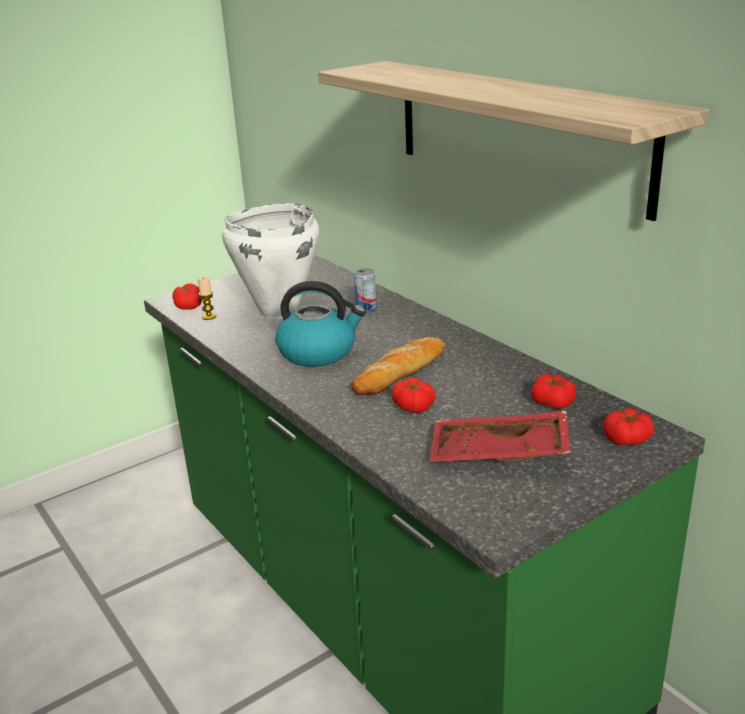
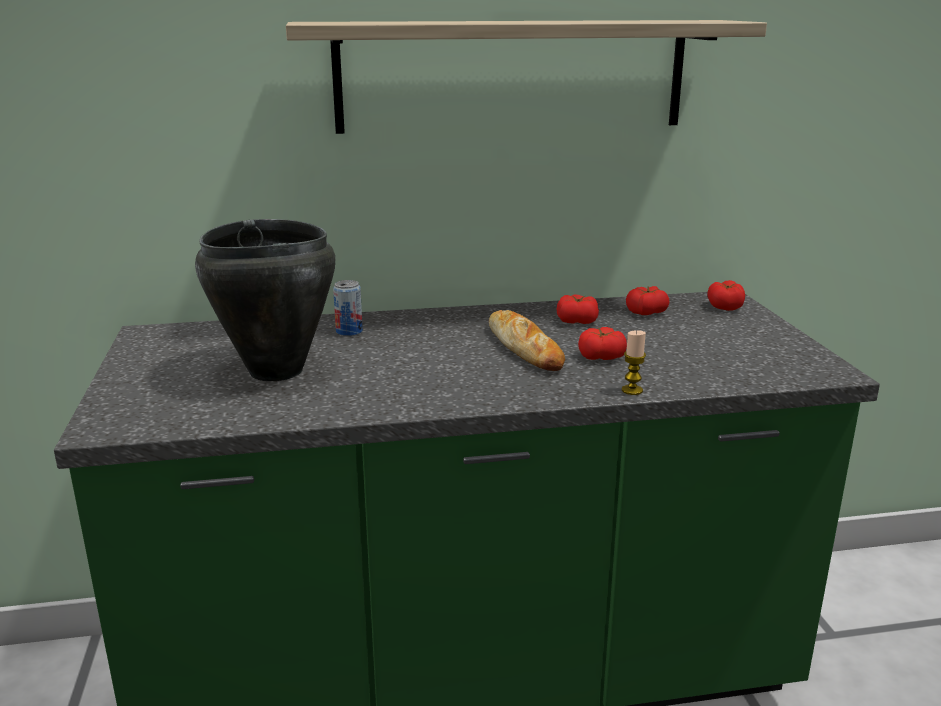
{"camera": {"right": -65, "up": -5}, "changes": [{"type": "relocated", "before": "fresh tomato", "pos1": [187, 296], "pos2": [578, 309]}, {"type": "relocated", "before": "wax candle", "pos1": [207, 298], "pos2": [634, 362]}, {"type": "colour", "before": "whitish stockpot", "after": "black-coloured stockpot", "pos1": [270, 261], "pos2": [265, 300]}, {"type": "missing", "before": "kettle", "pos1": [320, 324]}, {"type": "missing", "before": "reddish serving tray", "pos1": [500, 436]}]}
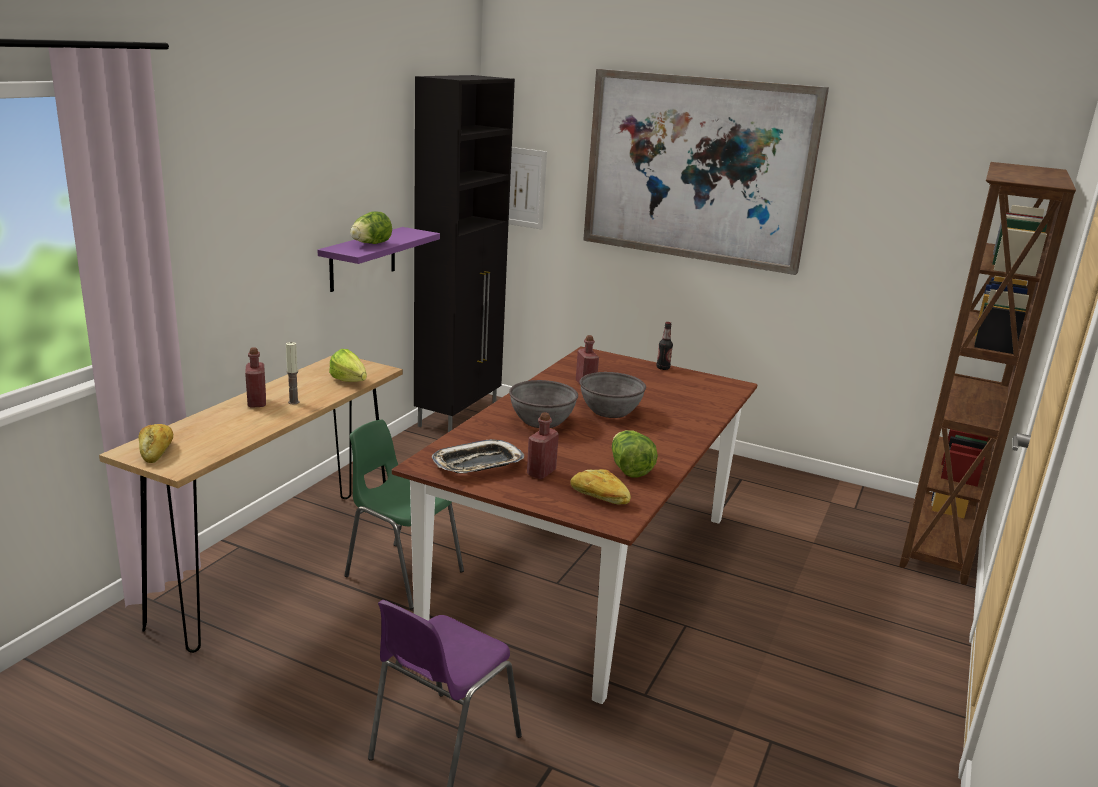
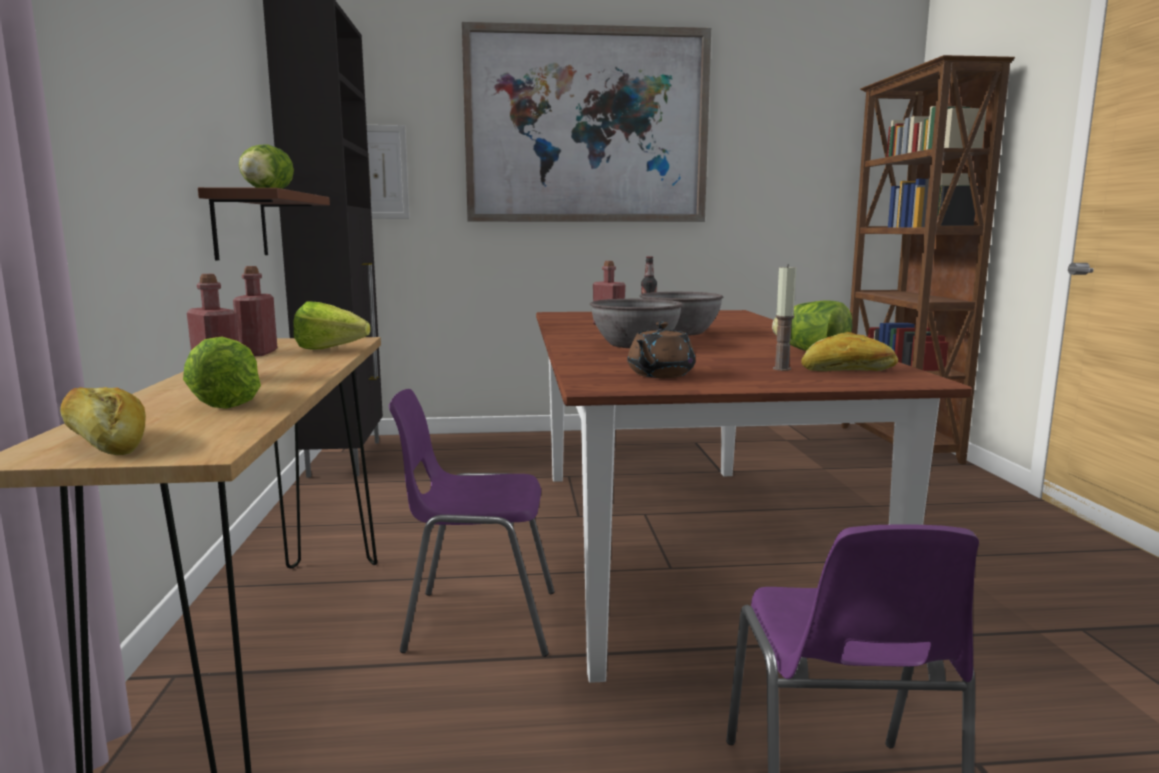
{"camera": {"right": -30, "up": -10}, "changes": [{"type": "relocated", "before": "wax candle", "pos1": [292, 373], "pos2": [784, 317]}, {"type": "colour", "before": "purple-coloured shelf", "after": "brown shelf", "pos1": [379, 259], "pos2": [264, 224]}, {"type": "colour", "before": "green-coloured chair", "after": "purple-coloured chair", "pos1": [404, 514], "pos2": [472, 523]}, {"type": "exchanged", "before": "serving tray", "after": "brown teapot", "pos1": [478, 456], "pos2": [661, 350]}, {"type": "relocated", "before": "reddish drink bottle", "pos1": [543, 445], "pos2": [255, 311]}, {"type": "appeared", "after": "lettuce head", "pos2": [222, 373]}]}
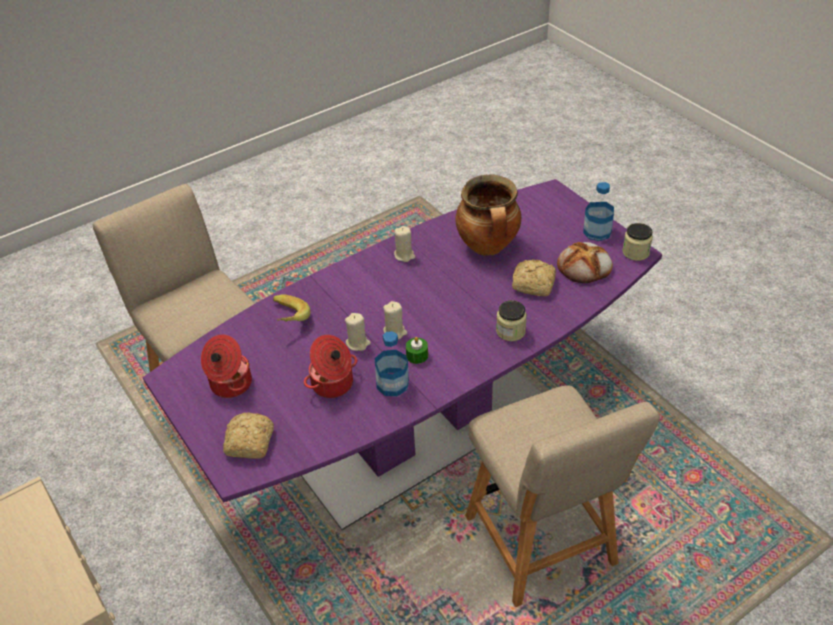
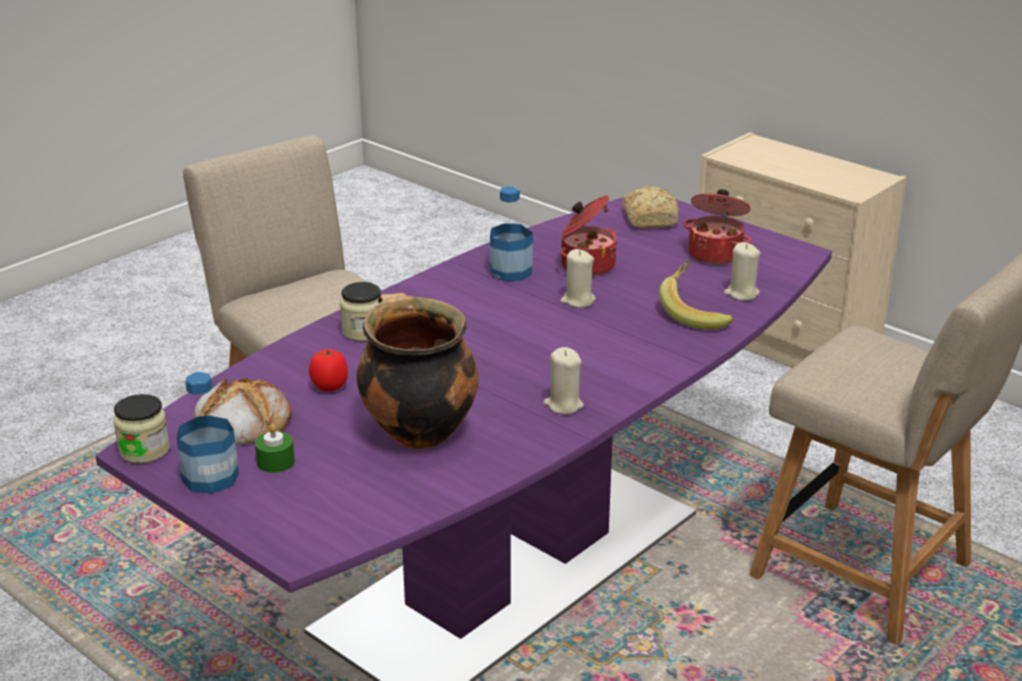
{"camera": {"right": 165, "up": -15}, "changes": [{"type": "relocated", "before": "beige wax candle", "pos1": [395, 320], "pos2": [742, 271]}, {"type": "relocated", "before": "green-coloured wax candle", "pos1": [417, 350], "pos2": [275, 448]}, {"type": "exchanged", "before": "bread", "after": "fresh tomato", "pos1": [534, 278], "pos2": [328, 370]}]}
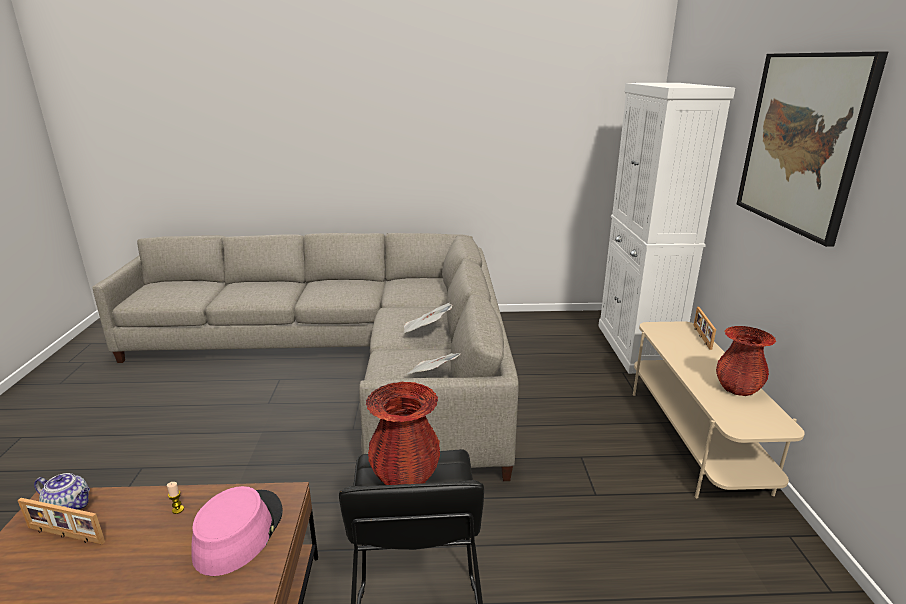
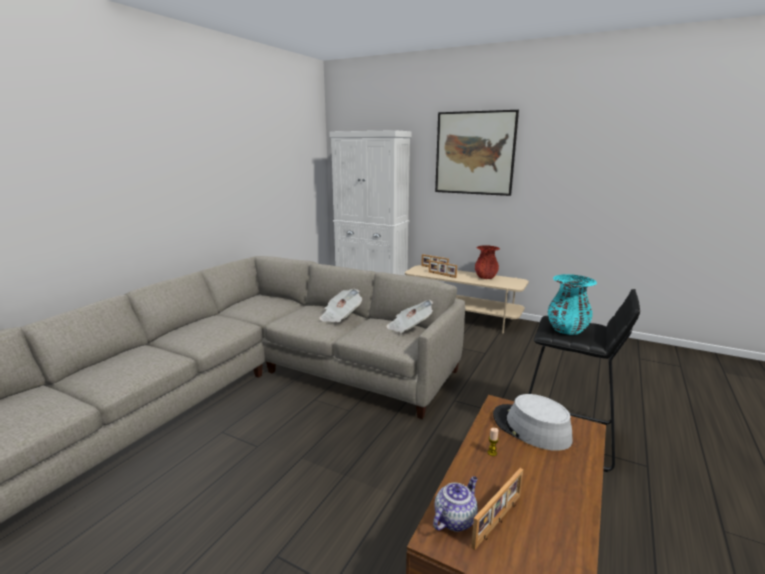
{"camera": {"right": -60, "up": -5}, "changes": [{"type": "colour", "before": "pink-coloured hat", "after": "grey hat", "pos1": [237, 531], "pos2": [533, 422]}, {"type": "colour", "before": "reddish decorative vase", "after": "turquoise-coloured decorative vase", "pos1": [403, 433], "pos2": [572, 304]}, {"type": "appeared", "after": "standing frame", "pos2": [443, 269]}]}
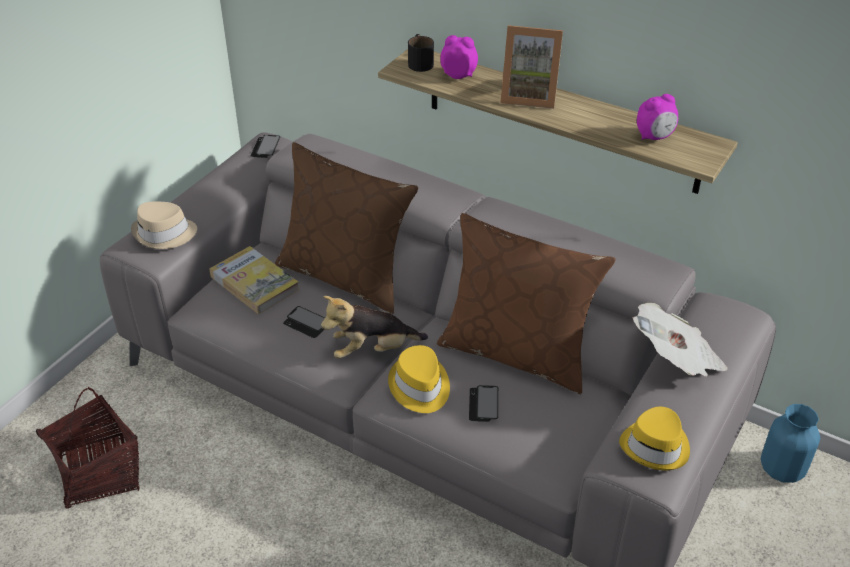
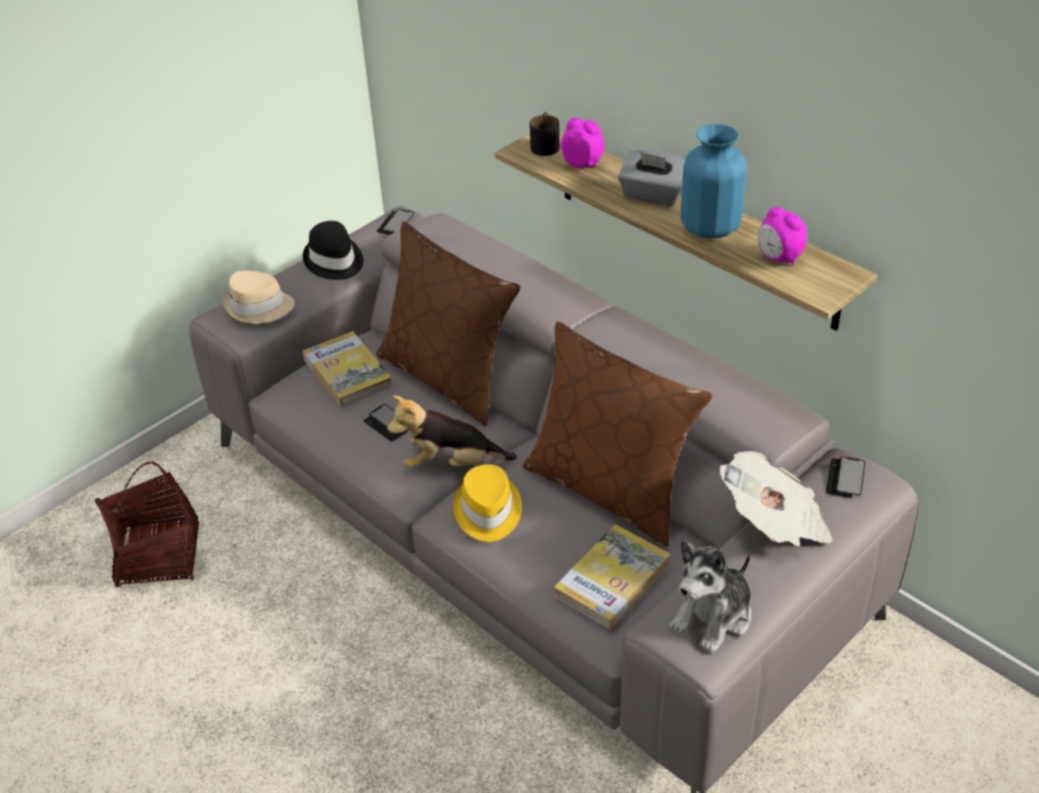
{"camera": {"right": 15, "up": 0}, "changes": [{"type": "relocated", "before": "handset", "pos1": [483, 403], "pos2": [846, 476]}, {"type": "exchanged", "before": "standing frame", "after": "grey box of tissues", "pos1": [531, 67], "pos2": [651, 178]}, {"type": "exchanged", "before": "yellow-coloured hat", "after": "cuddly toy", "pos1": [654, 438], "pos2": [710, 596]}, {"type": "spun", "before": "bedside clock", "pos1": [657, 117], "pos2": [782, 235], "turn": 60}, {"type": "relocated", "before": "bluish decorative vase", "pos1": [790, 443], "pos2": [714, 181]}, {"type": "appeared", "after": "black-coloured hat", "pos2": [333, 250]}, {"type": "appeared", "after": "bound book", "pos2": [611, 577]}]}
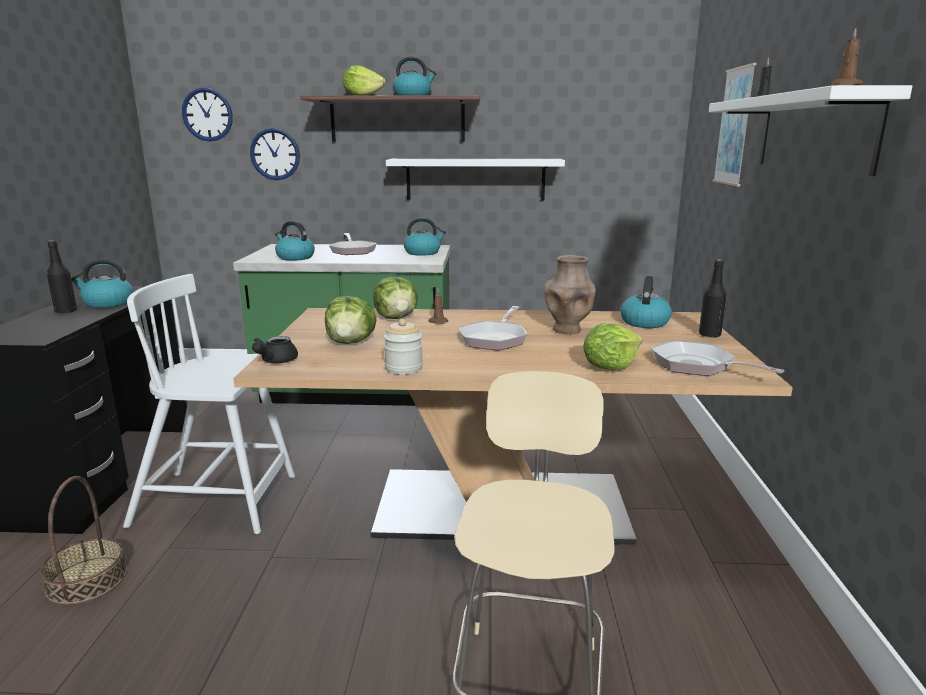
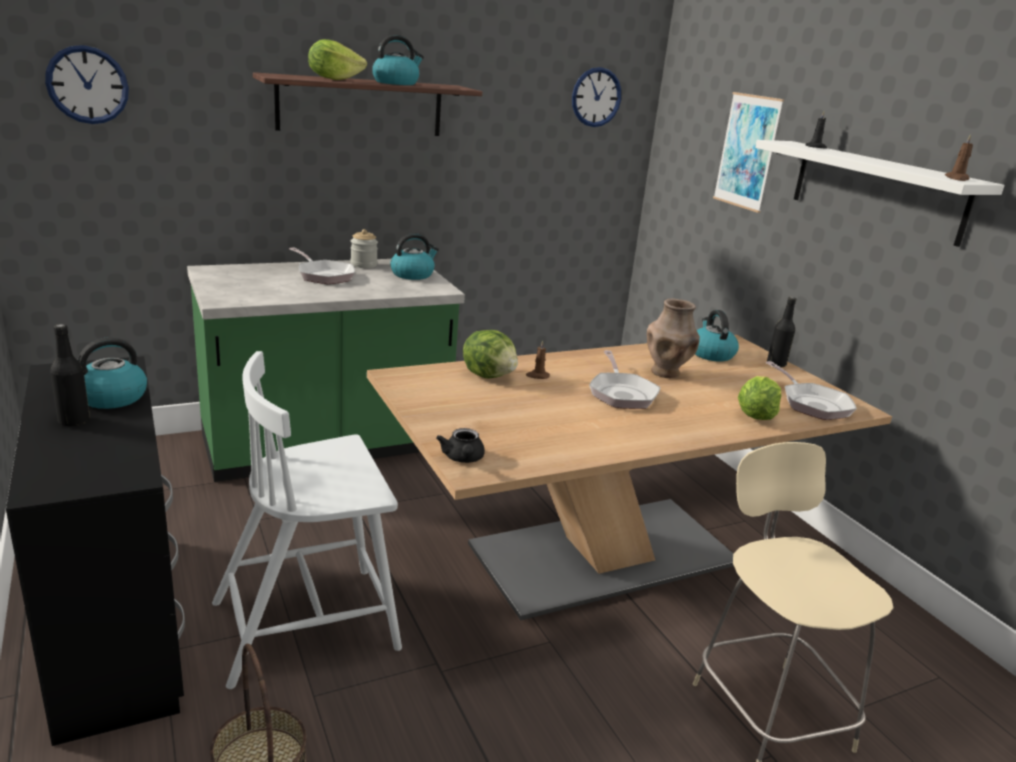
{"camera": {"right": -30, "up": 5}, "changes": [{"type": "relocated", "before": "wall clock", "pos1": [275, 154], "pos2": [596, 97]}, {"type": "missing", "before": "kettle", "pos1": [295, 241]}, {"type": "missing", "before": "lettuce head", "pos1": [351, 320]}, {"type": "relocated", "before": "storage jar", "pos1": [403, 347], "pos2": [364, 248]}, {"type": "missing", "before": "whitish shelf", "pos1": [475, 179]}, {"type": "spun", "before": "skillet", "pos1": [717, 358], "pos2": [811, 390], "turn": -135}]}
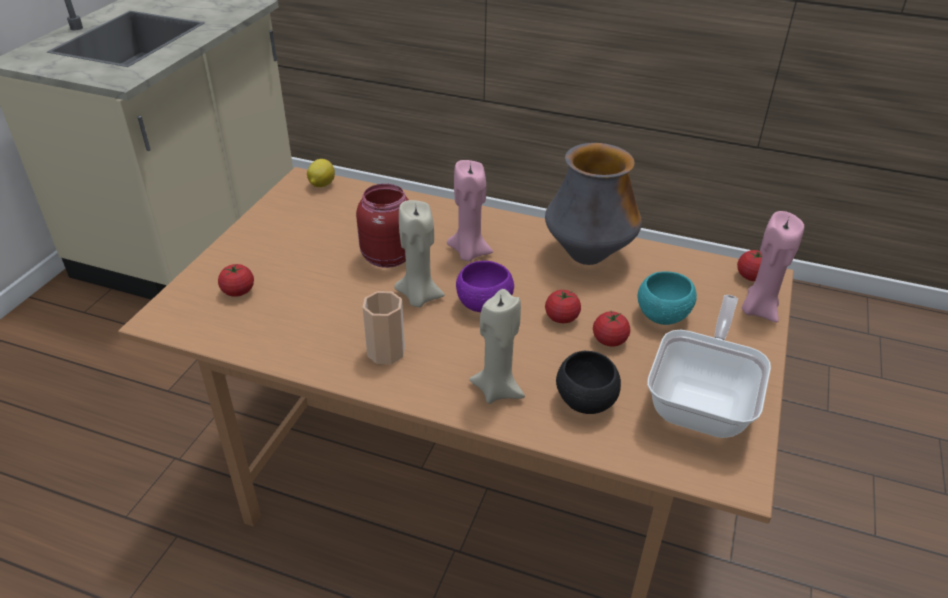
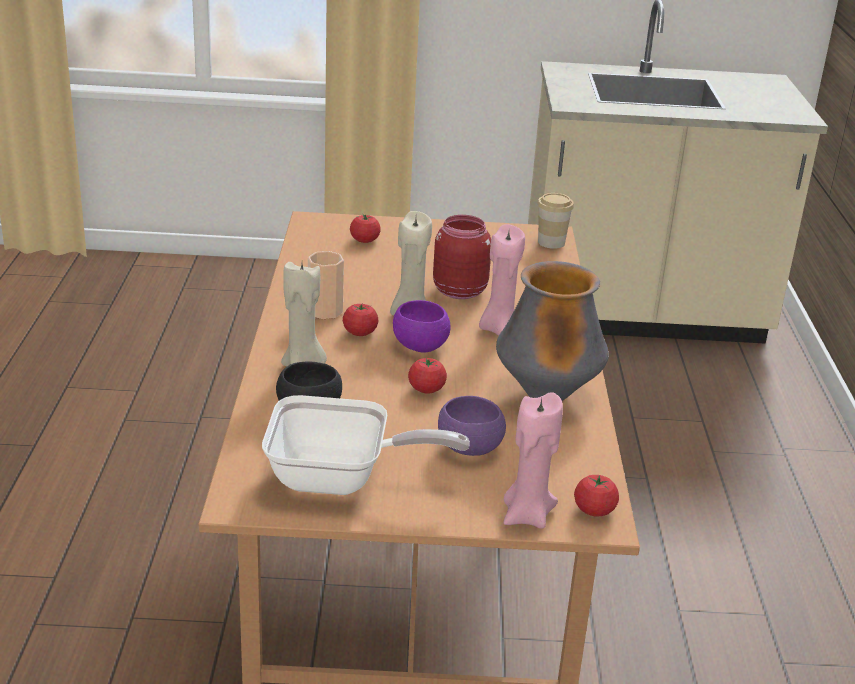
{"camera": {"right": 70, "up": -10}, "changes": [{"type": "exchanged", "before": "citrus fruit", "after": "small cup", "pos1": [321, 173], "pos2": [555, 221]}, {"type": "relocated", "before": "fresh tomato", "pos1": [611, 329], "pos2": [360, 319]}, {"type": "colour", "before": "turquoise-coloured deep dish", "after": "purple-coloured deep dish", "pos1": [667, 298], "pos2": [472, 426]}]}
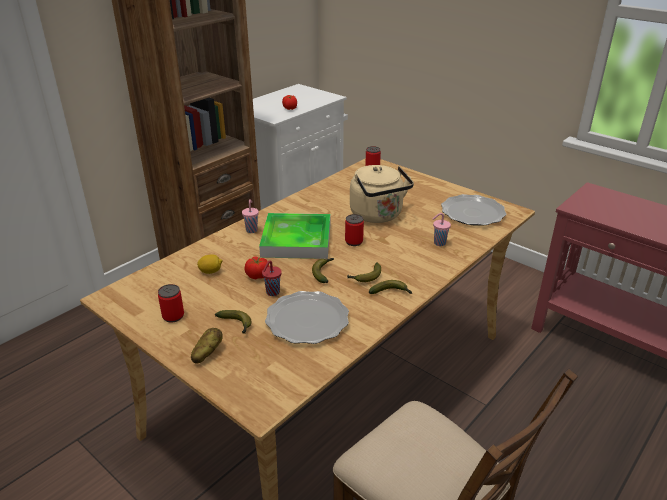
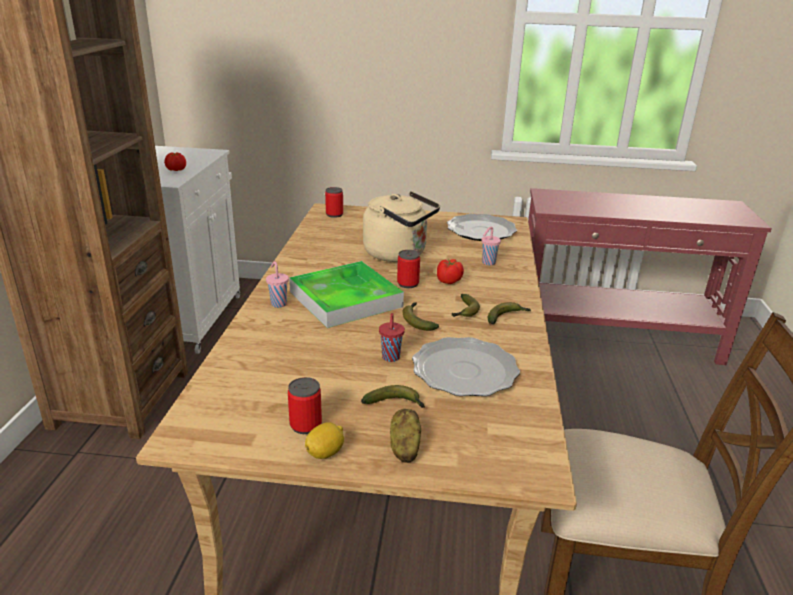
{"camera": {"right": -35, "up": -5}, "changes": [{"type": "relocated", "before": "citrus fruit", "pos1": [210, 264], "pos2": [324, 440]}, {"type": "relocated", "before": "fresh tomato", "pos1": [257, 267], "pos2": [450, 271]}]}
